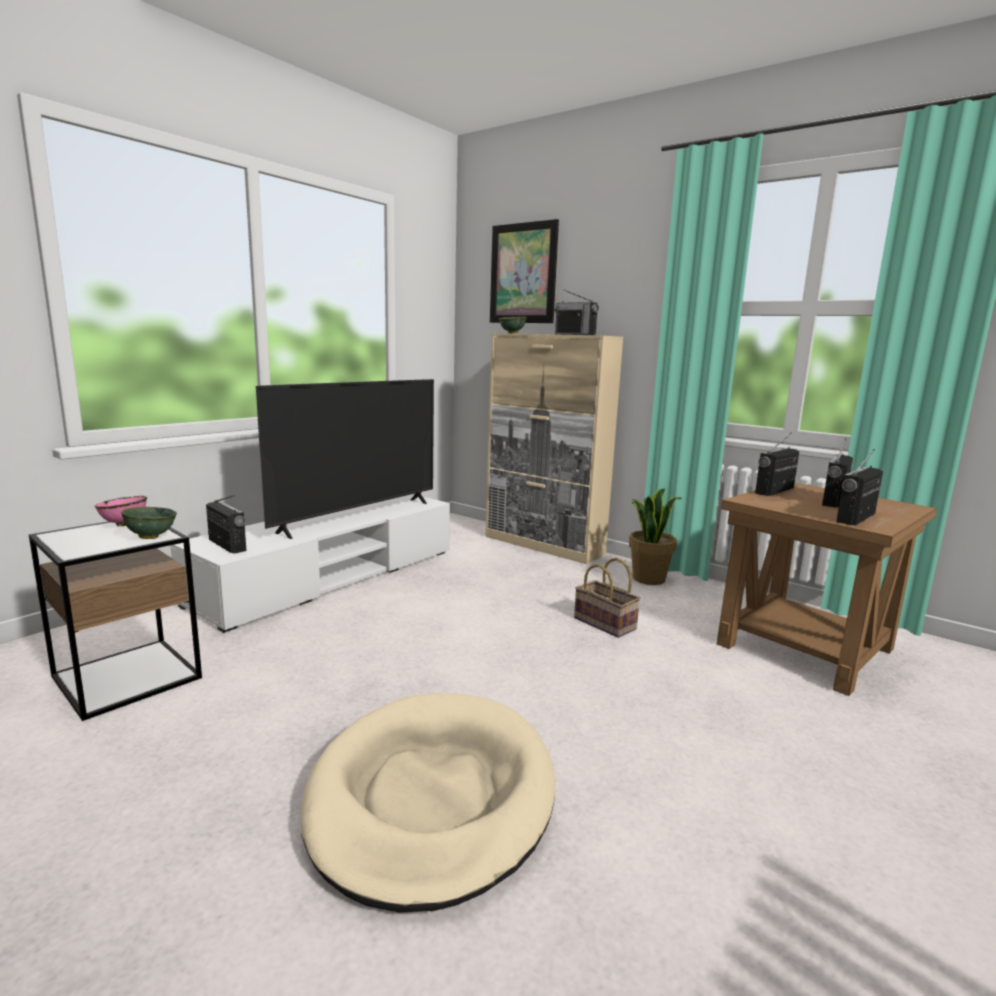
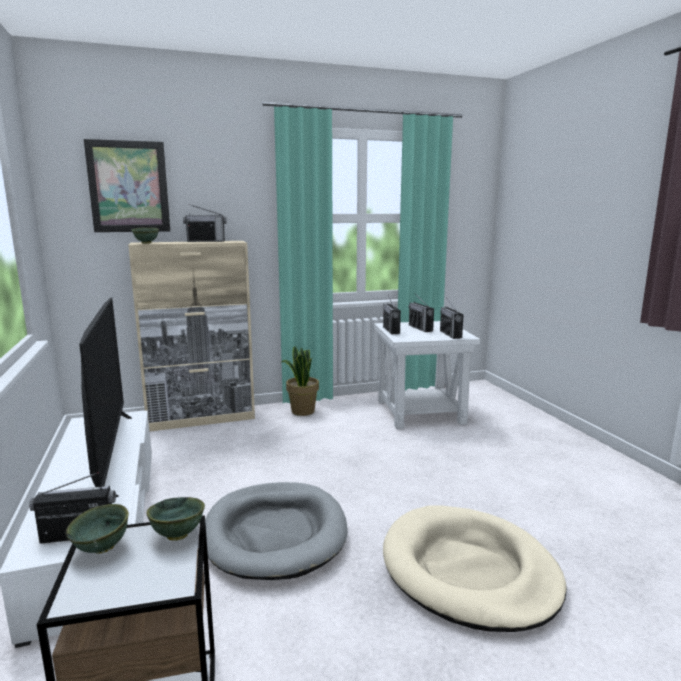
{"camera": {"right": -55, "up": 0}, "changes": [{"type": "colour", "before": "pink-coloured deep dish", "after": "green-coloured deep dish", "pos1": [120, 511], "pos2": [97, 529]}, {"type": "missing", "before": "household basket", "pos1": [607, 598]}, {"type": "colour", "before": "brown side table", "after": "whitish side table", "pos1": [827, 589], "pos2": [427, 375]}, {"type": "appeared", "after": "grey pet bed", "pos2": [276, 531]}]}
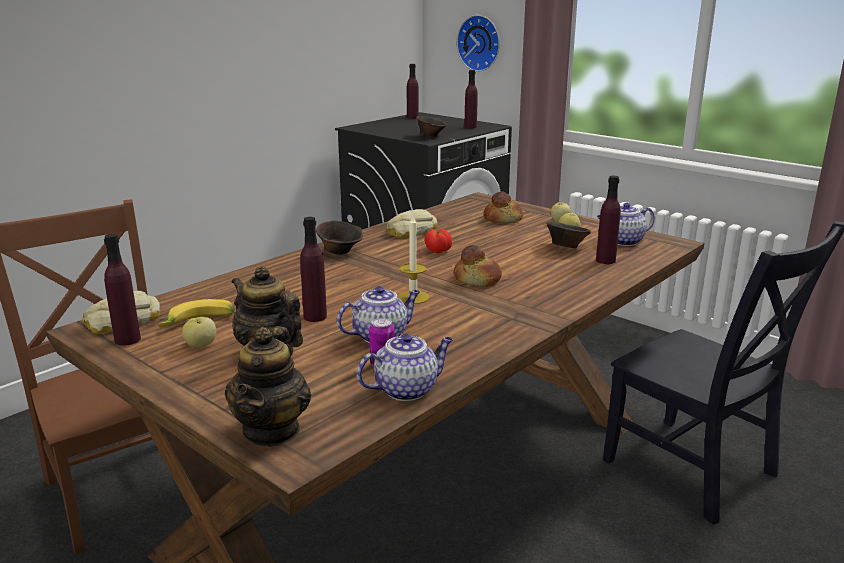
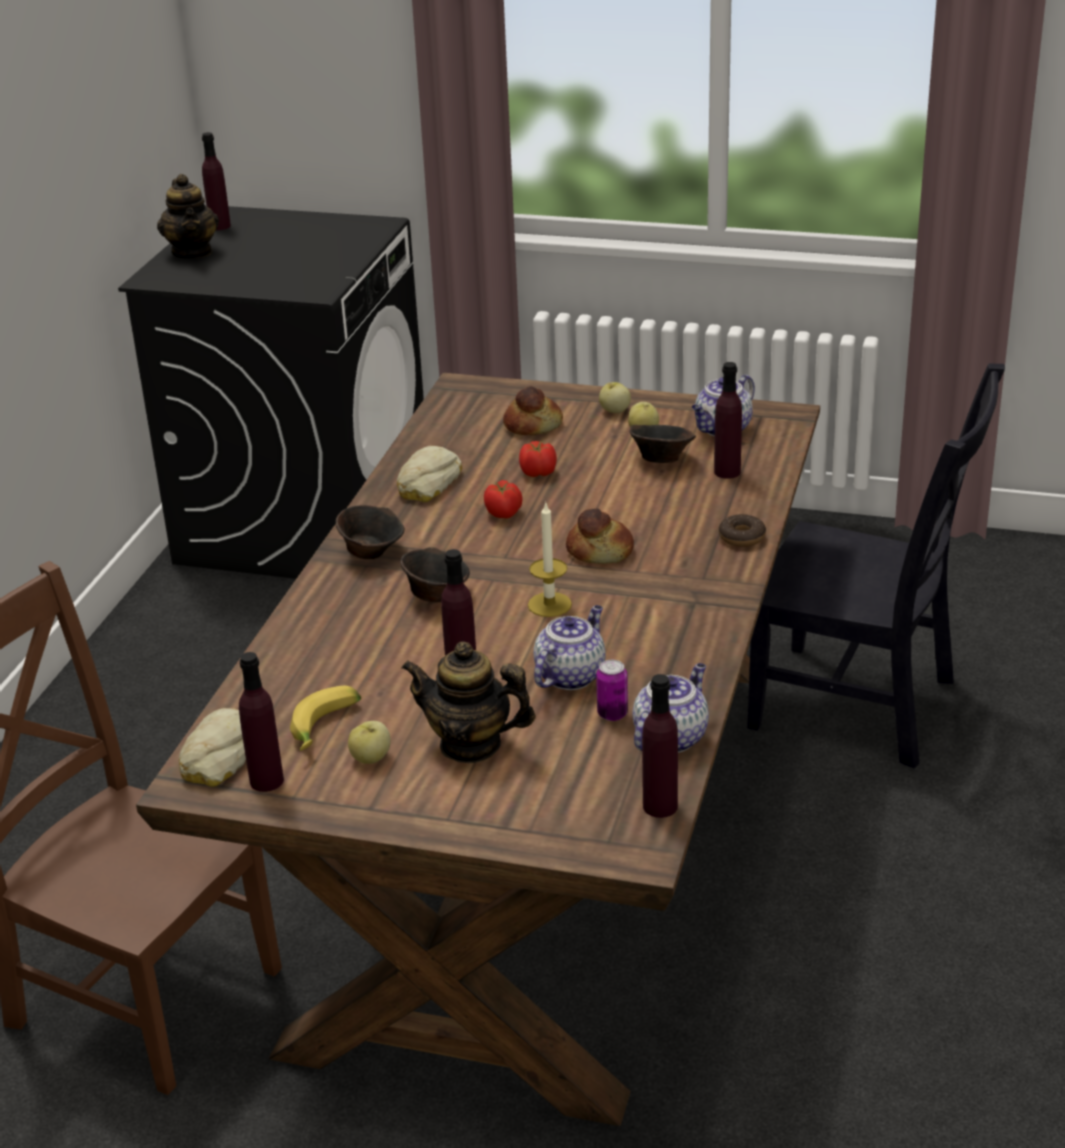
{"camera": {"right": -25, "up": 10}, "changes": [{"type": "relocated", "before": "teapot", "pos1": [268, 386], "pos2": [188, 216]}, {"type": "relocated", "before": "brown deep dish", "pos1": [431, 126], "pos2": [435, 575]}, {"type": "missing", "before": "wall clock", "pos1": [478, 43]}, {"type": "relocated", "before": "purple-coloured drink bottle", "pos1": [471, 99], "pos2": [660, 746]}, {"type": "appeared", "after": "fresh tomato", "pos2": [538, 459]}, {"type": "appeared", "after": "ring doughnut", "pos2": [742, 530]}]}
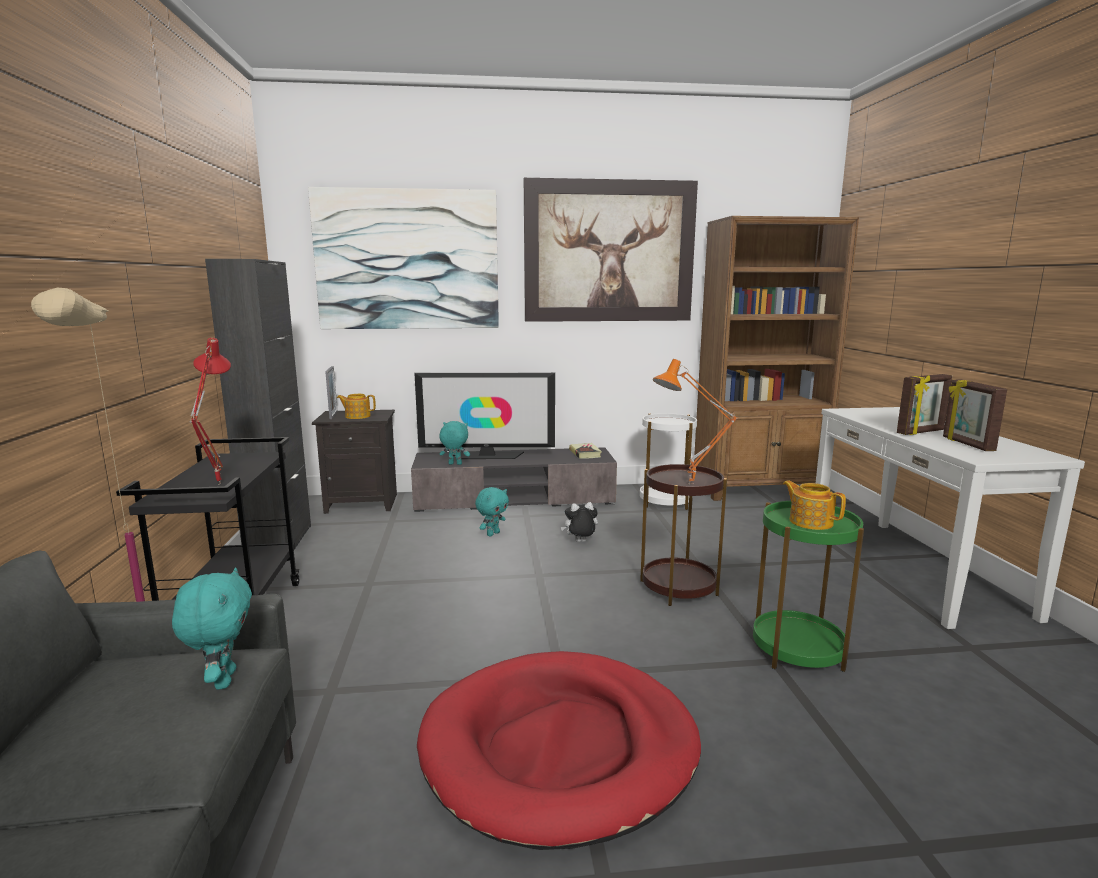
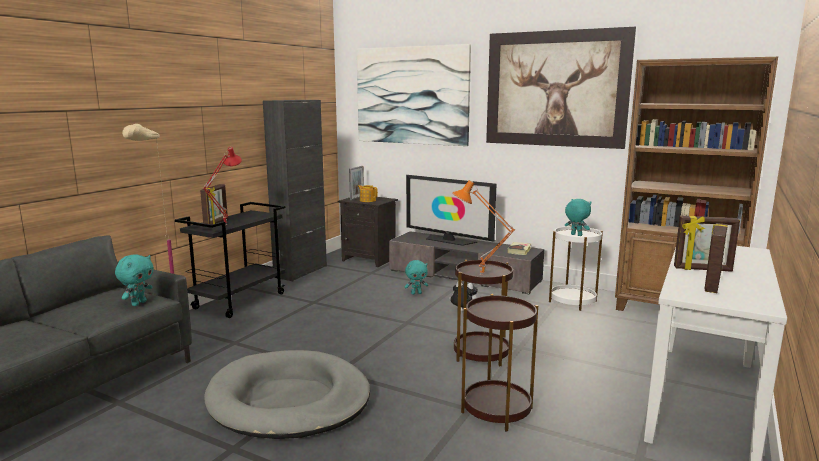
{"camera": {"right": 35, "up": 0}, "changes": [{"type": "colour", "before": "reddish pet bed", "after": "grey pet bed", "pos1": [559, 750], "pos2": [287, 394]}, {"type": "relocated", "before": "turquoise-coloured cuddly toy", "pos1": [454, 443], "pos2": [578, 217]}, {"type": "colour", "before": "green-coloured side table", "after": "brown side table", "pos1": [808, 586], "pos2": [499, 362]}, {"type": "missing", "before": "teapot", "pos1": [814, 505]}, {"type": "appeared", "after": "standing frame", "pos2": [214, 204]}]}
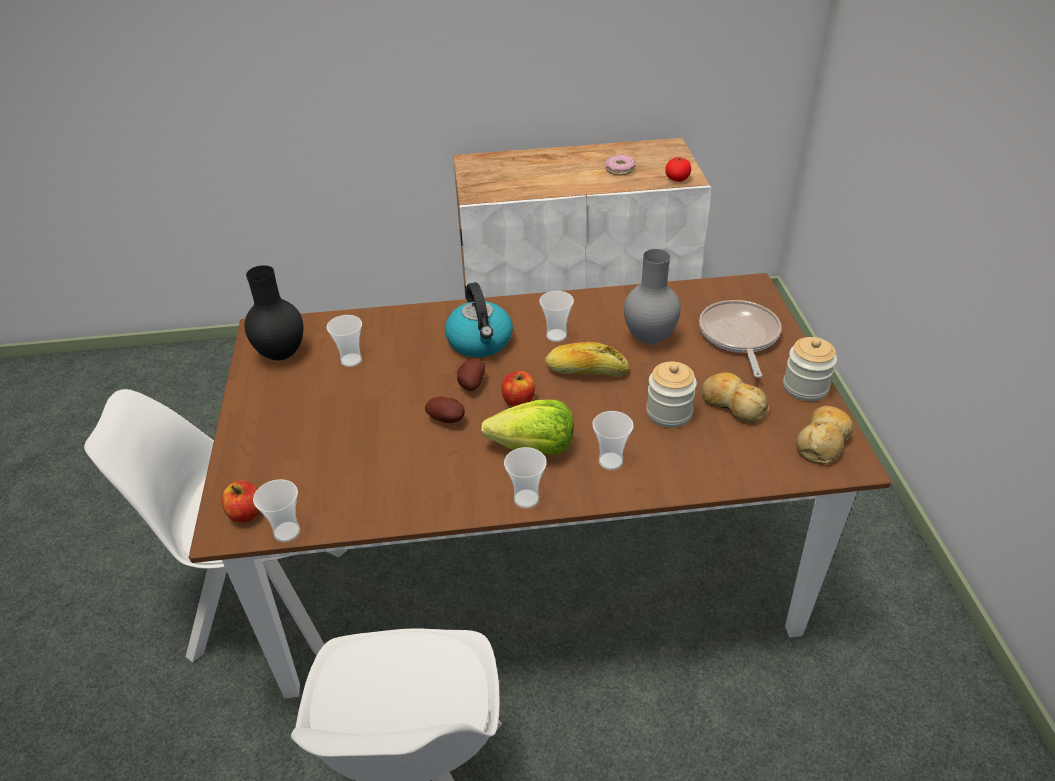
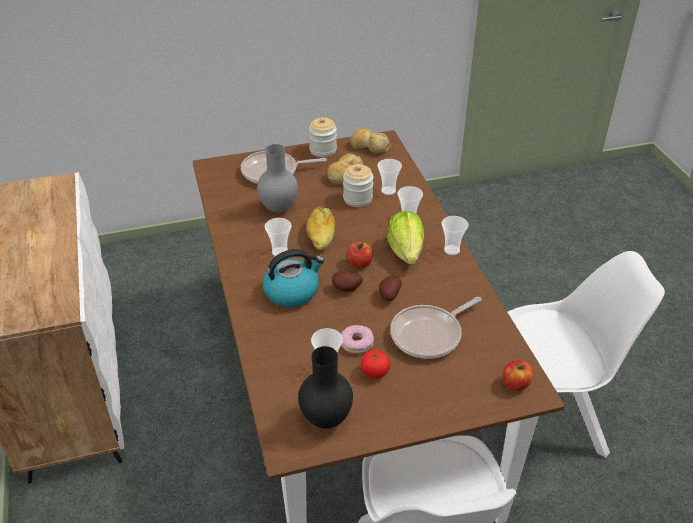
{"camera": {"right": -100, "up": 0}, "changes": [{"type": "relocated", "before": "small cup", "pos1": [276, 510], "pos2": [390, 177]}, {"type": "relocated", "before": "ring doughnut", "pos1": [620, 164], "pos2": [357, 339]}, {"type": "relocated", "before": "fresh tomato", "pos1": [678, 169], "pos2": [376, 364]}, {"type": "appeared", "after": "skillet", "pos2": [435, 328]}]}
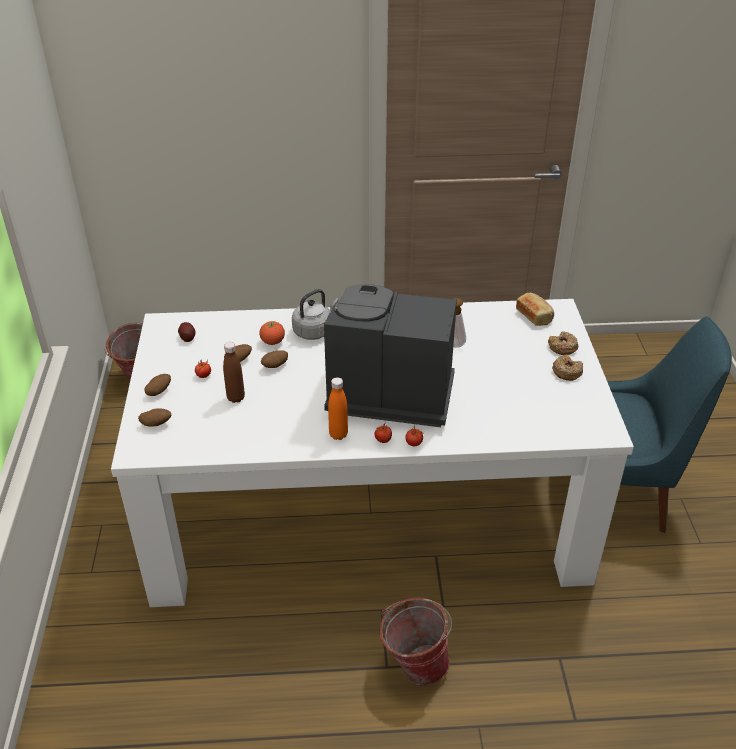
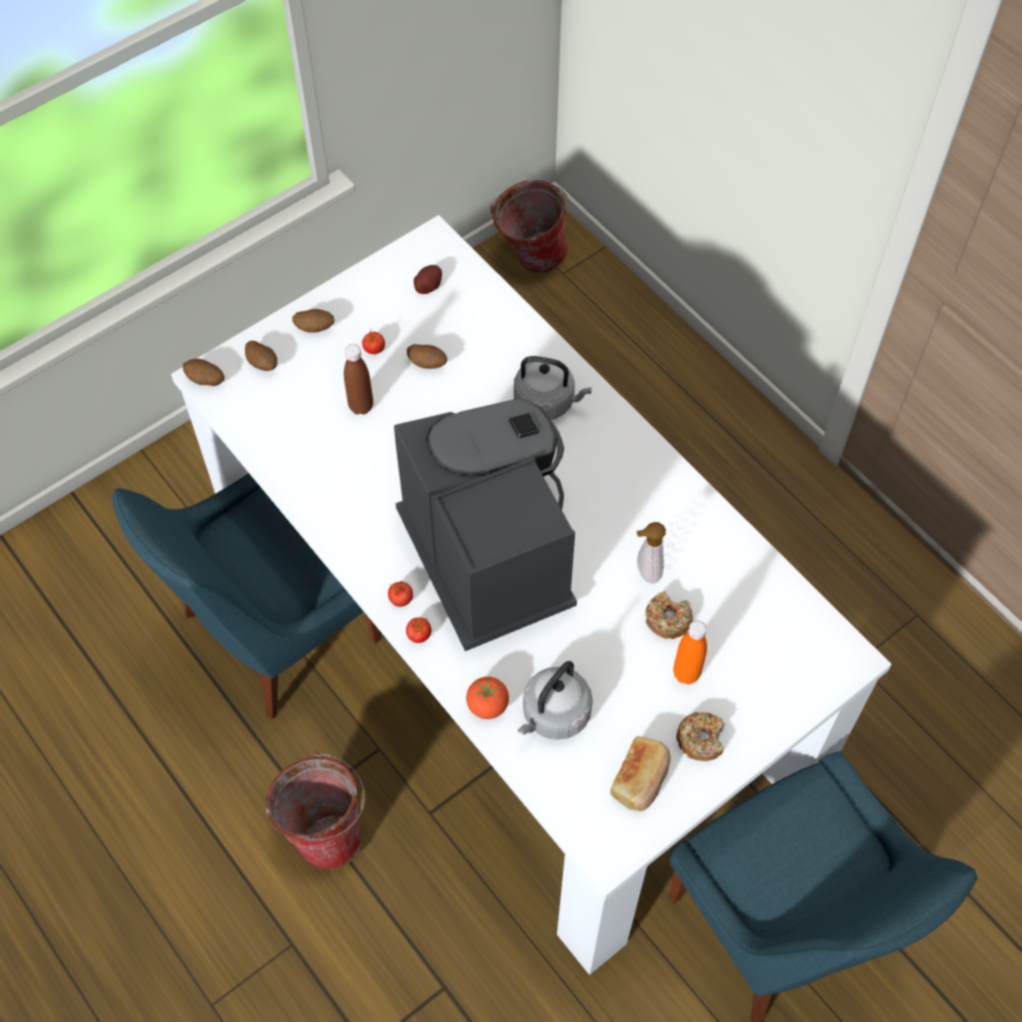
{"camera": {"right": 55, "up": 20}, "changes": [{"type": "relocated", "before": "fresh tomato", "pos1": [272, 333], "pos2": [487, 698]}, {"type": "relocated", "before": "spud", "pos1": [274, 359], "pos2": [204, 372]}, {"type": "relocated", "before": "orange drink bottle", "pos1": [338, 408], "pos2": [690, 652]}, {"type": "relocated", "before": "bread", "pos1": [535, 309], "pos2": [640, 773]}, {"type": "relocated", "before": "ring doughnut", "pos1": [563, 343], "pos2": [669, 615]}, {"type": "appeared", "after": "bluish chair", "pos2": [246, 596]}, {"type": "appeared", "after": "grey kettle", "pos2": [555, 700]}]}
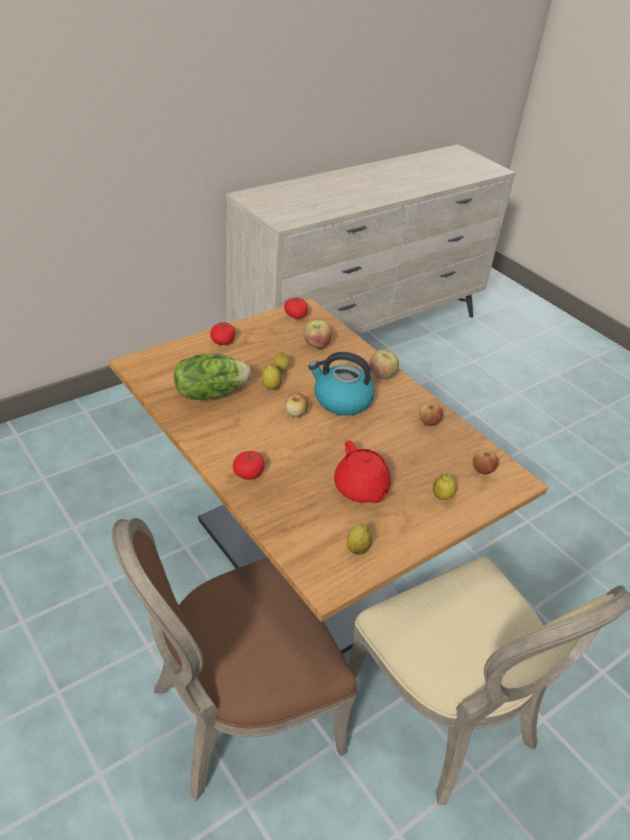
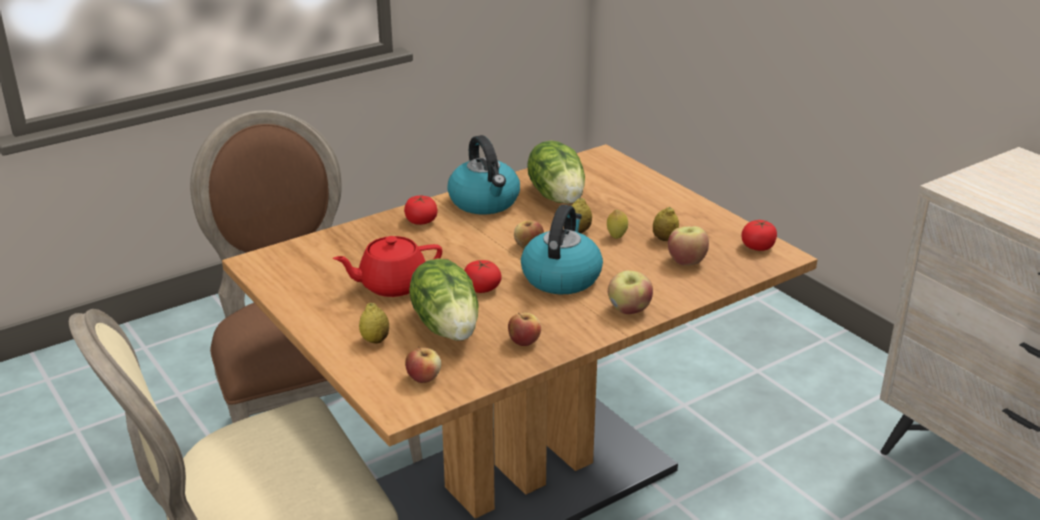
{"camera": {"right": 95, "up": -10}, "changes": [{"type": "relocated", "before": "fresh tomato", "pos1": [223, 333], "pos2": [483, 276]}, {"type": "relocated", "before": "citrus fruit", "pos1": [359, 539], "pos2": [666, 224]}, {"type": "appeared", "after": "lettuce head", "pos2": [444, 299]}, {"type": "appeared", "after": "kettle", "pos2": [483, 174]}]}
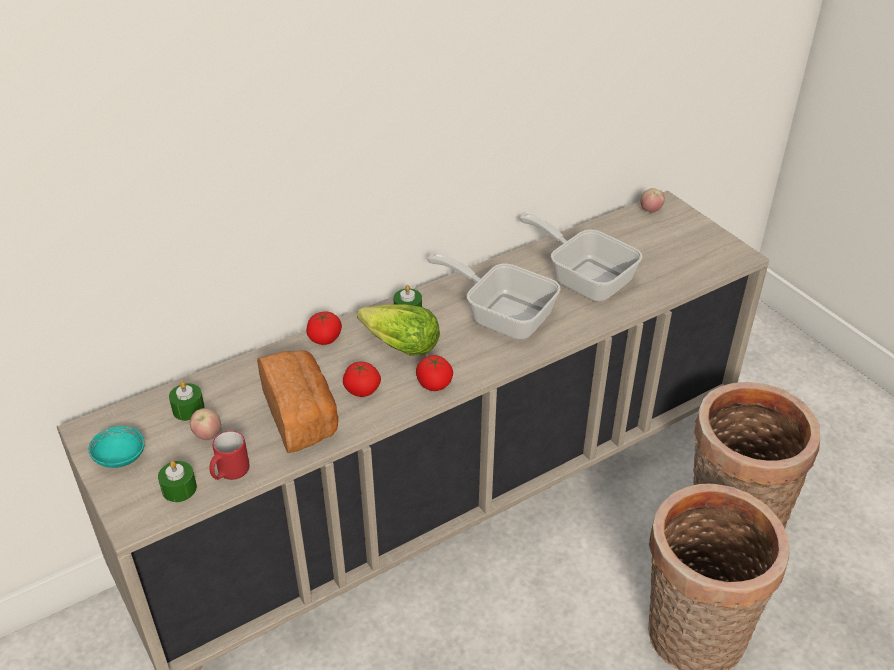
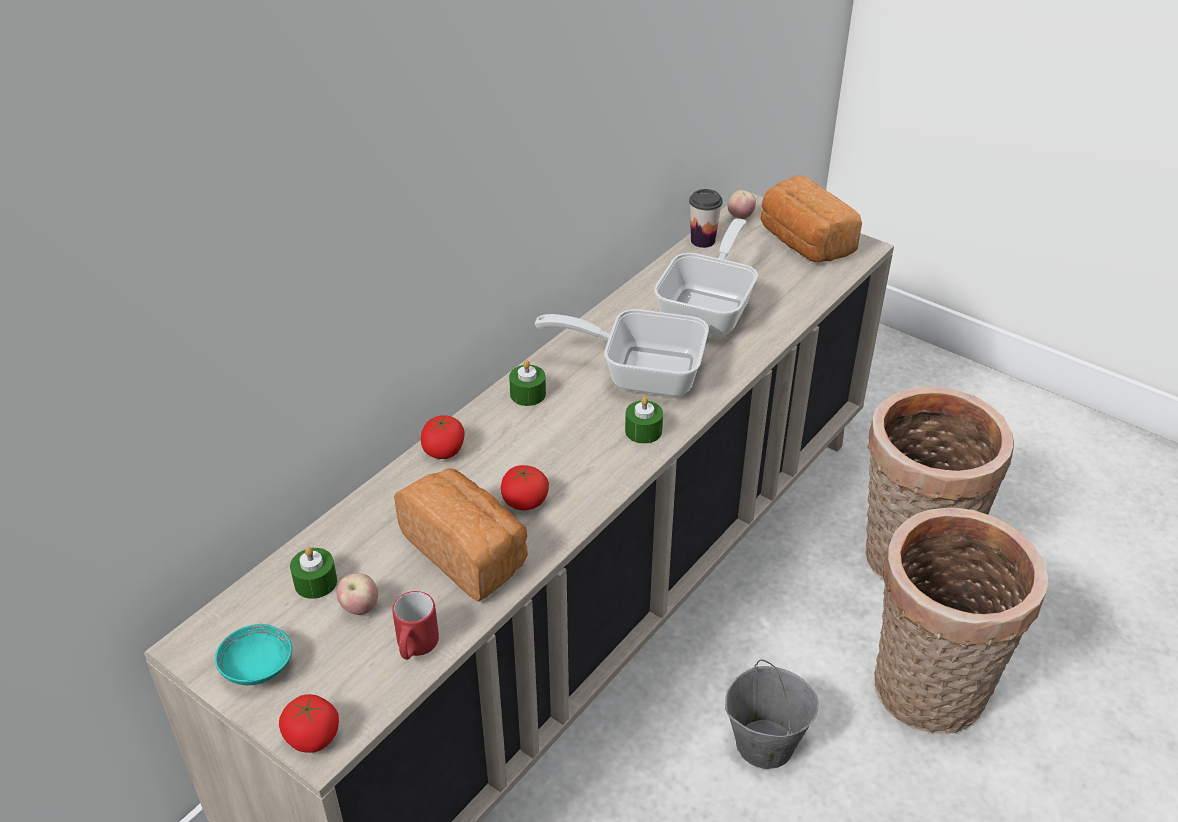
{"camera": {"right": -20, "up": 0}, "changes": [{"type": "relocated", "before": "green-coloured wax candle", "pos1": [177, 481], "pos2": [644, 420]}, {"type": "missing", "before": "lettuce head", "pos1": [398, 330]}, {"type": "relocated", "before": "fresh tomato", "pos1": [434, 373], "pos2": [309, 723]}, {"type": "spun", "before": "skillet", "pos1": [581, 258], "pos2": [706, 277], "turn": 90}, {"type": "appeared", "after": "small cup", "pos2": [706, 218]}, {"type": "appeared", "after": "grey pail", "pos2": [772, 714]}, {"type": "appeared", "after": "bread", "pos2": [811, 218]}]}
